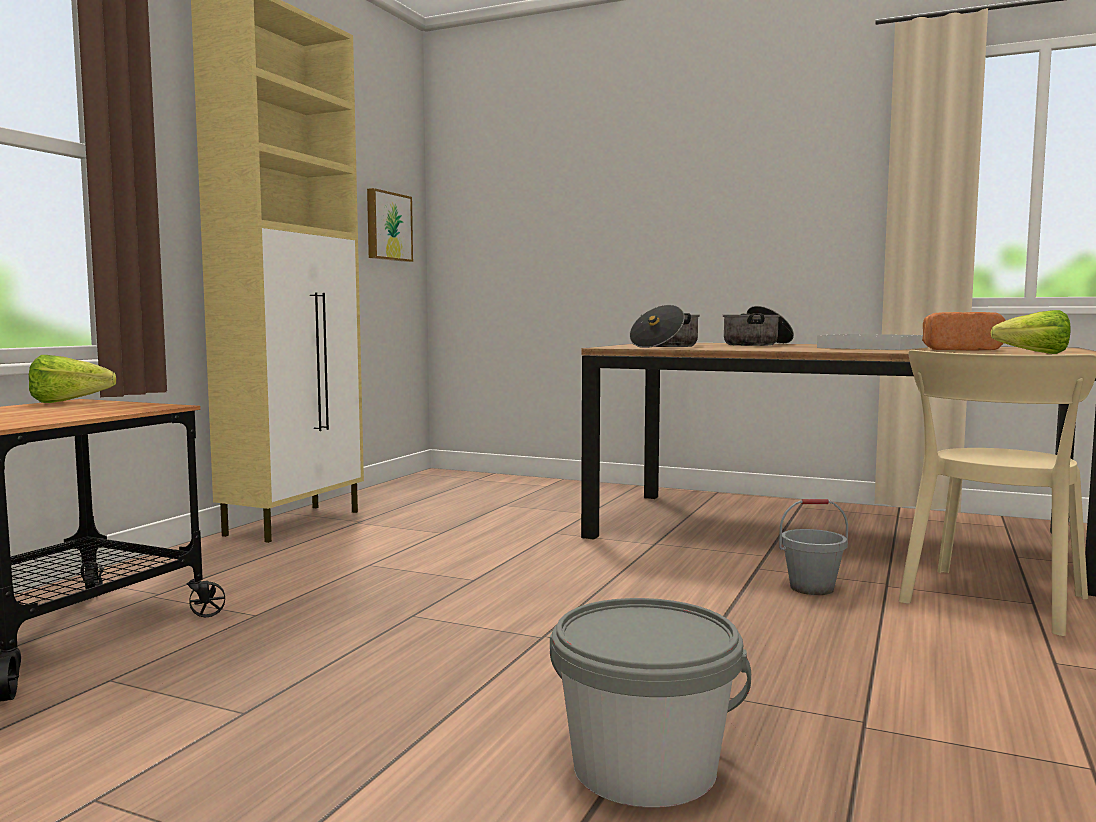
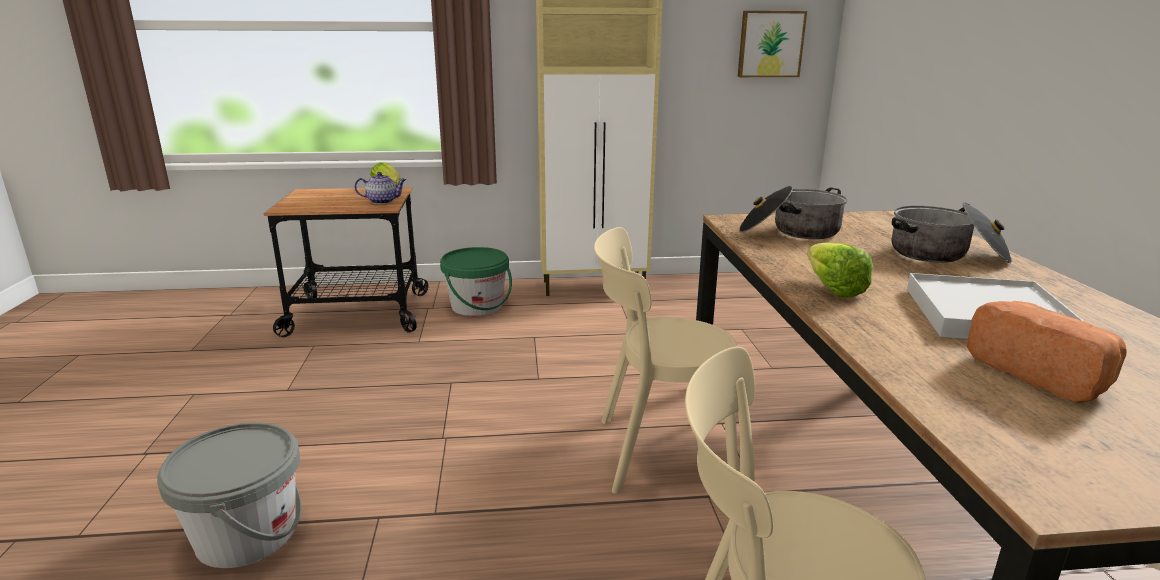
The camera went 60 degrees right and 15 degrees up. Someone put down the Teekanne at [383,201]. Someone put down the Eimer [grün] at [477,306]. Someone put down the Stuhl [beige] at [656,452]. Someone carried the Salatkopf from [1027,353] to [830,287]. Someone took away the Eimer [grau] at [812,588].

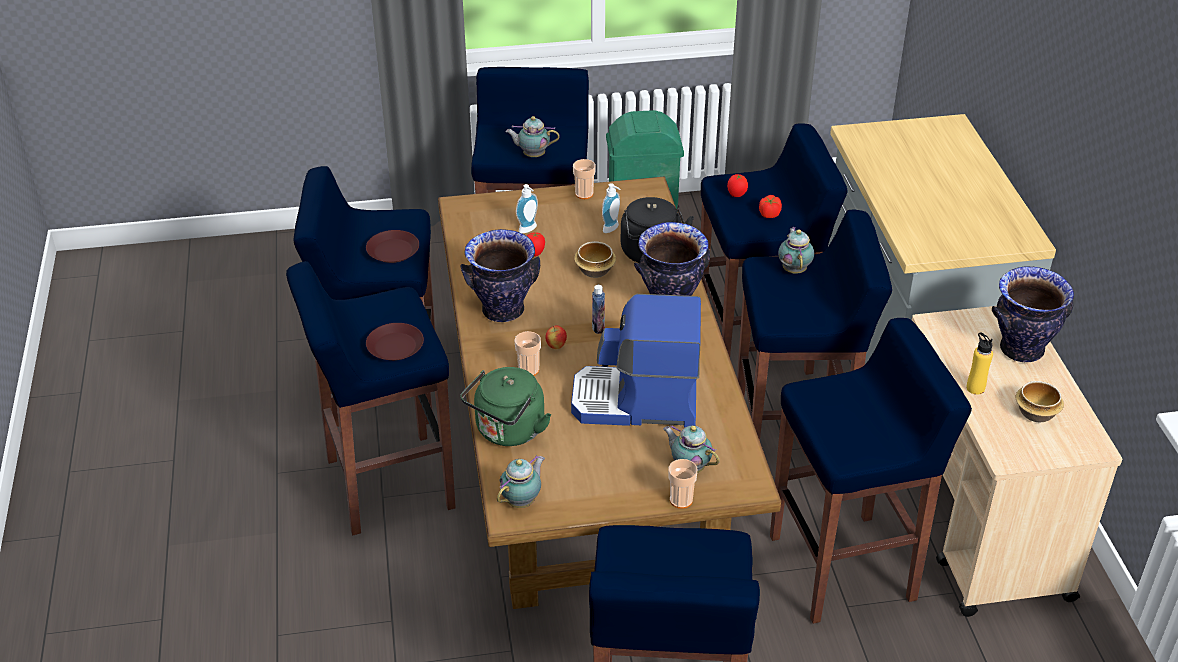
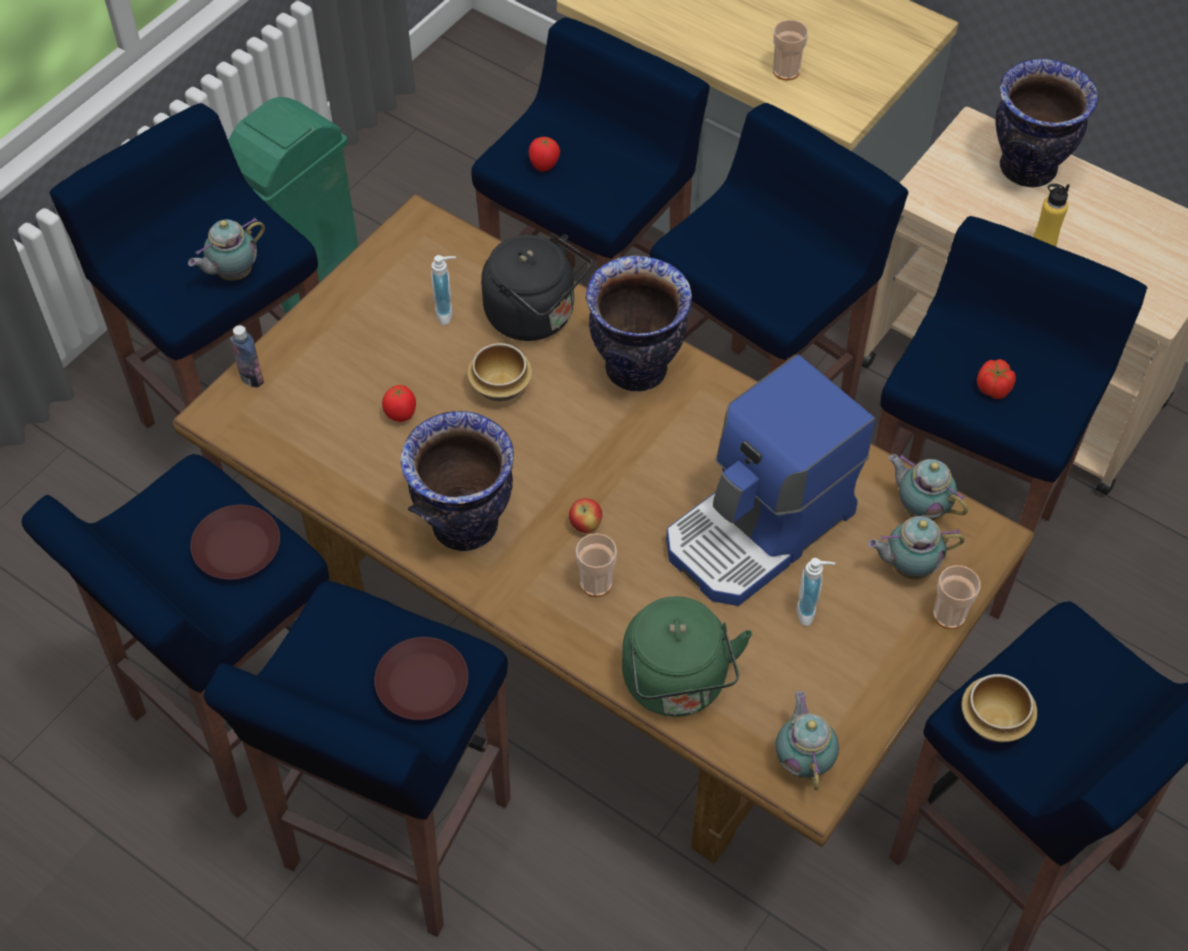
The camera went 45 degrees left and 15 degrees up. Someone carried the Flasche from [598,327] to [251,378]. Someone carried the Tasse from [584,194] to [786,71]. Someone carried the Seifenspender from [529,230] to [810,610]. Someone carried the Teekanne from [794,269] to [920,508]. Someone carried the Schüssel from [1035,414] to [993,722]. Someone carried the Tomate from [769,214] to [993,388].

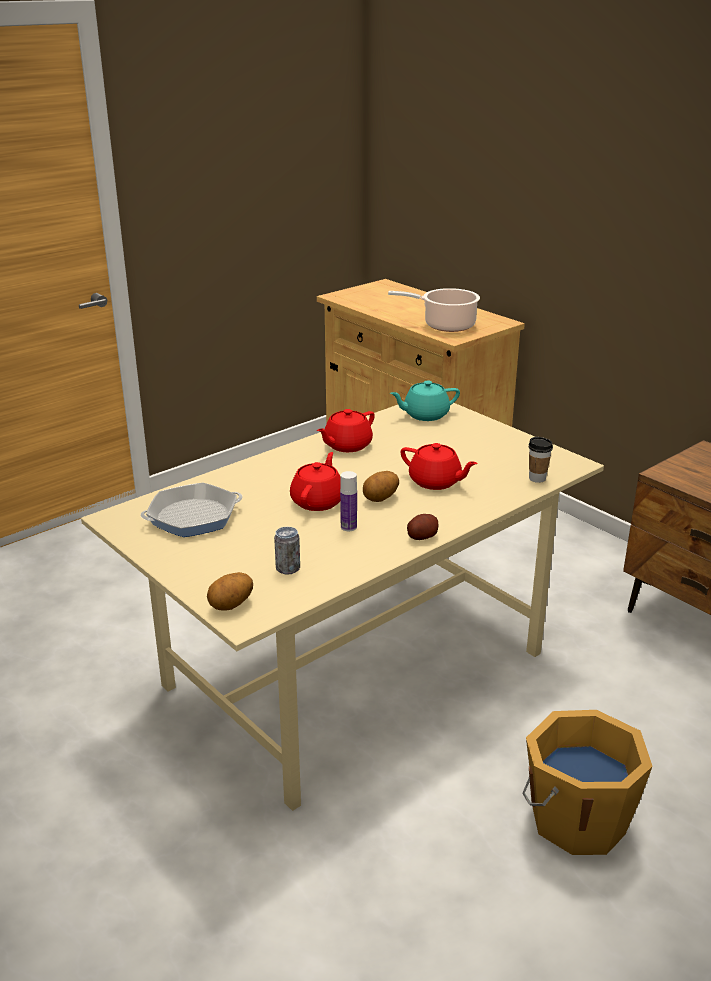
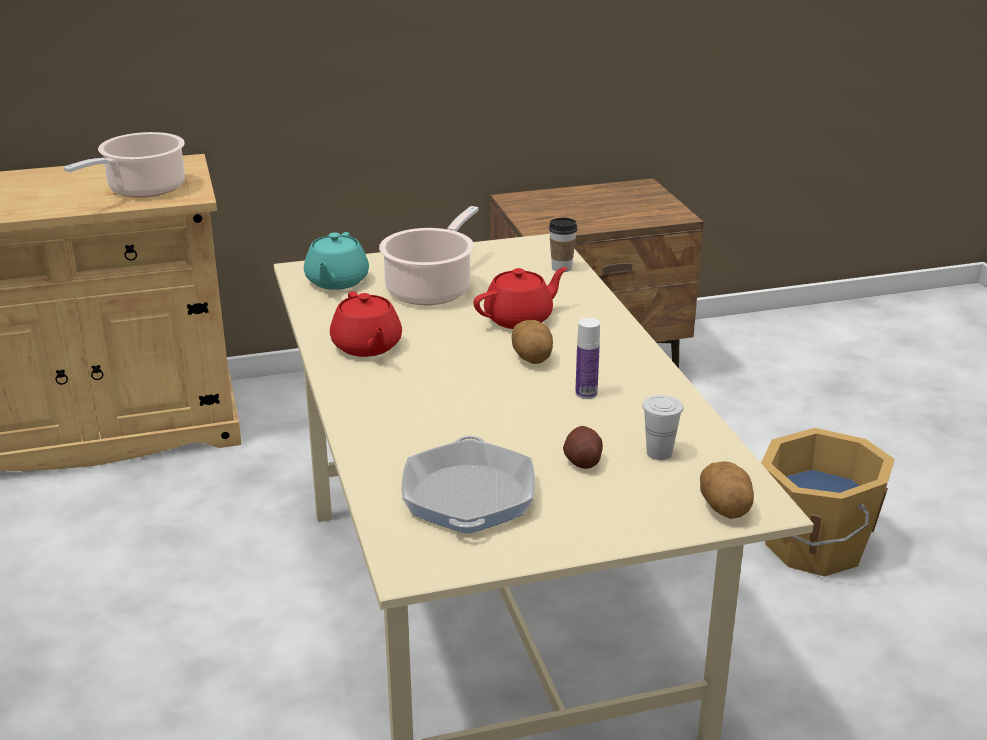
The camera went 65 degrees left and 0 degrees up. Someone put down the Kochtopf at [431,289]. Someone carried the Kartoffel from [422,536] to [582,461]. Someone swapped the Dose at [288,568] for the Tasse [weiß] at [659,453]. Someone took away the Teekanne [rot] at [318,501].

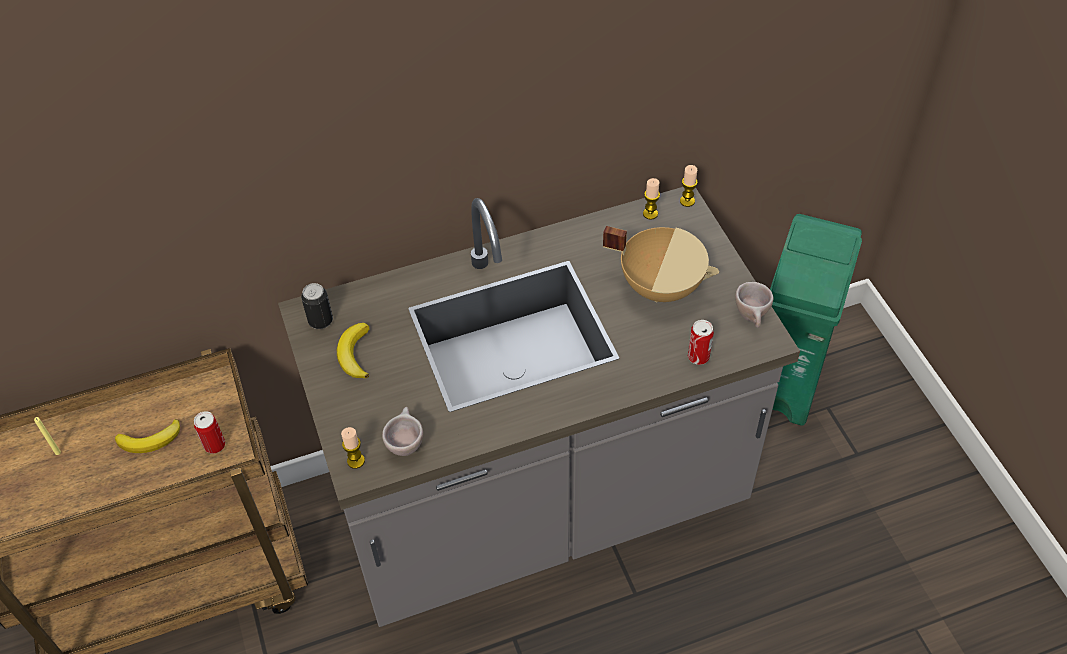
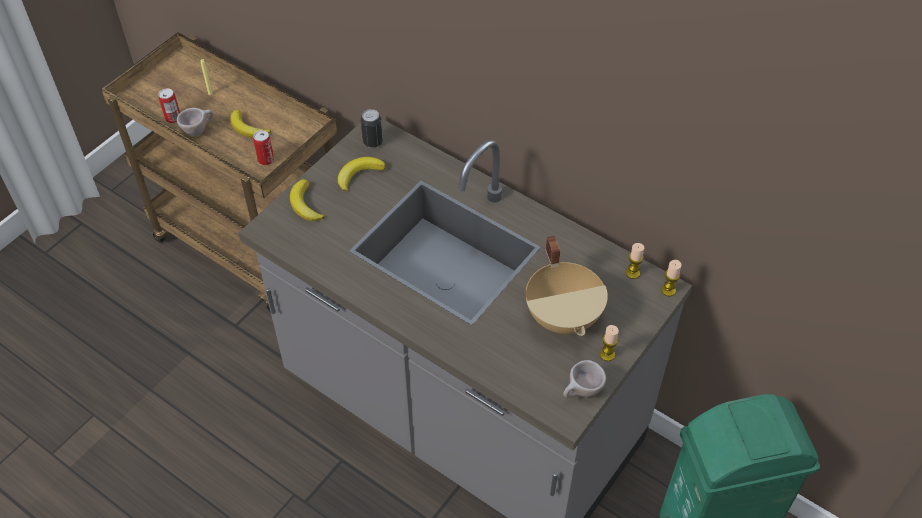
The camera went 55 degrees right and 0 degrees up. Someone carried the Dose from [698,356] to [173,118]. Someone carried the Tasse [beige] from [405,443] to [198,130]. Someone put down the Banane at [305,205]. Someone carried the Kerze from [356,461] to [607,354].

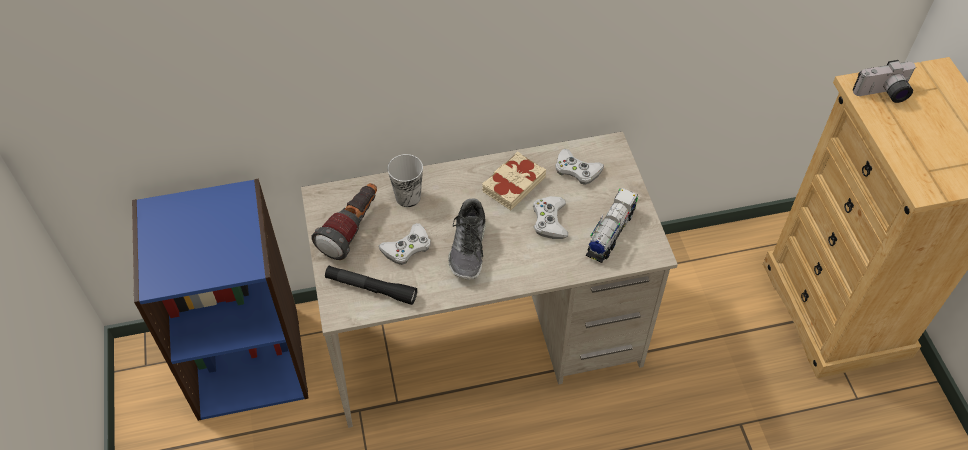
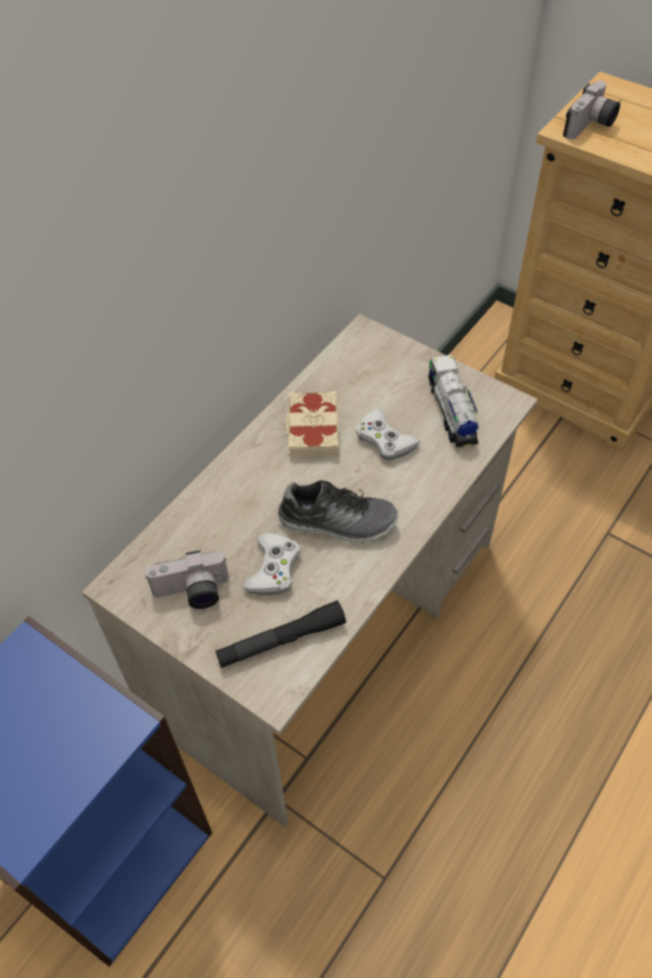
The camera went 40 degrees left and 0 degrees up. Someone swapped the Taschenlampe at [352,229] for the Kamera at [192,594]. Someone rotated the Schuh at [469,248] by 45 degrees counterclockwise. Someone took away the Tasse at [408,197]. Someone took away the Gamepad [weiß] at [577,170].

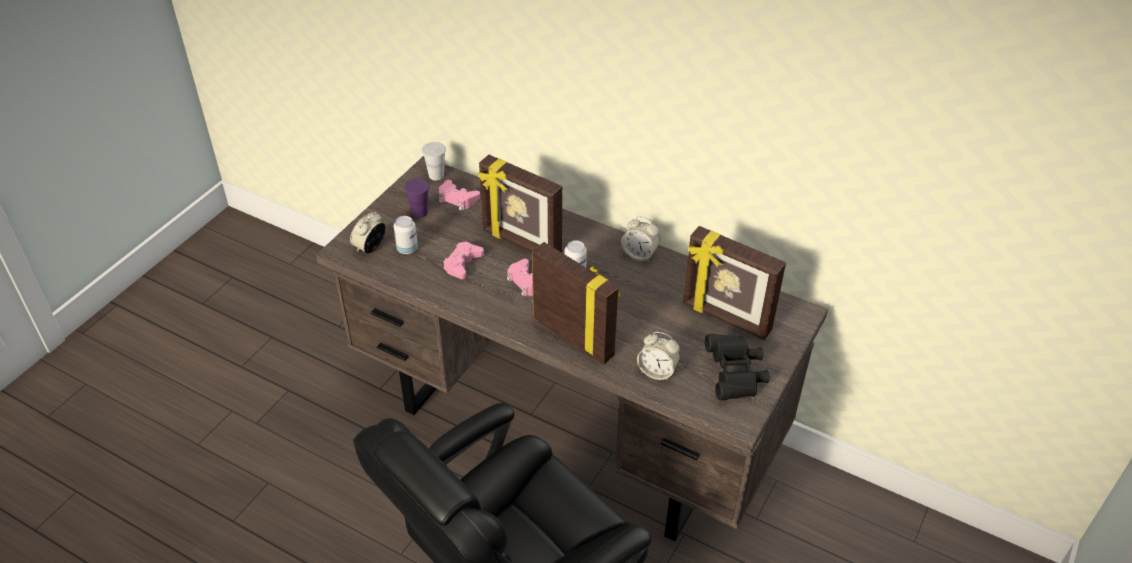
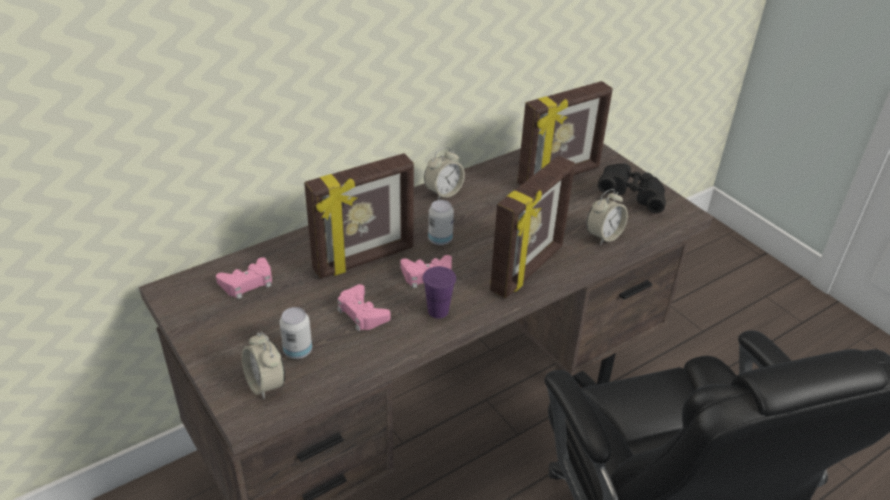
The camera went 65 degrees left and 5 degrees down. Someone carried the Tasse [lila] from [419,212] to [438,311]. Someone rotated the Bilderrahmen at [574,336] by 150 degrees clockwise. Someone took away the Tasse [weiß] at [436,175].

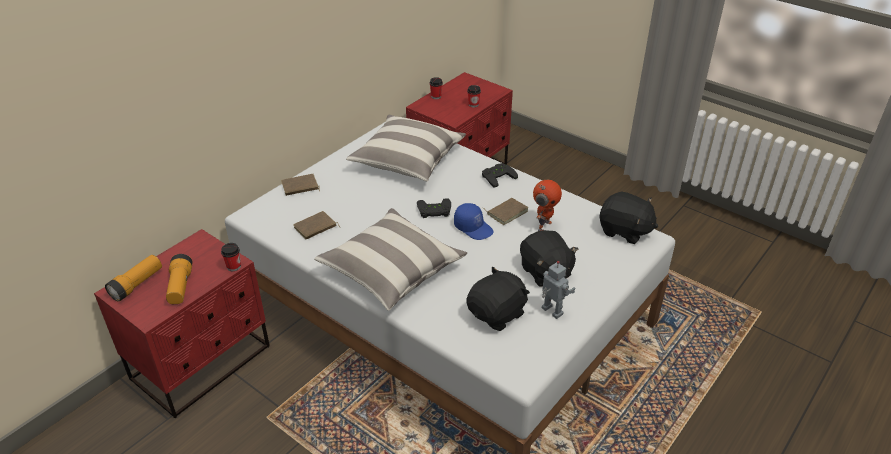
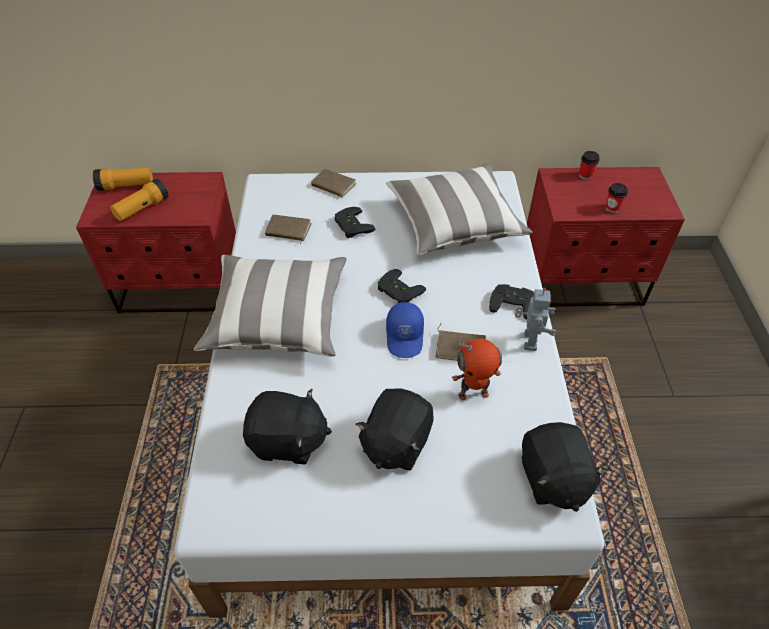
The camera went 50 degrees right and 10 degrees up. Someone put down the Gamepad [schwarz] at [351,226]. Someone carried the Spielzeugroboter from [551,311] to [528,341]. Someone took away the Tasse at [234,266].

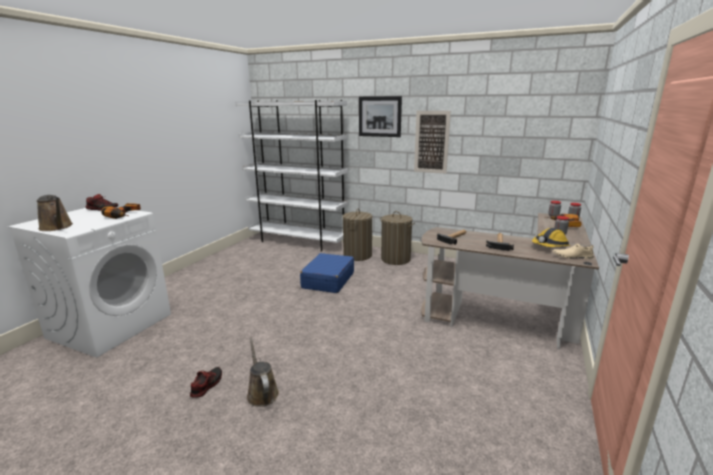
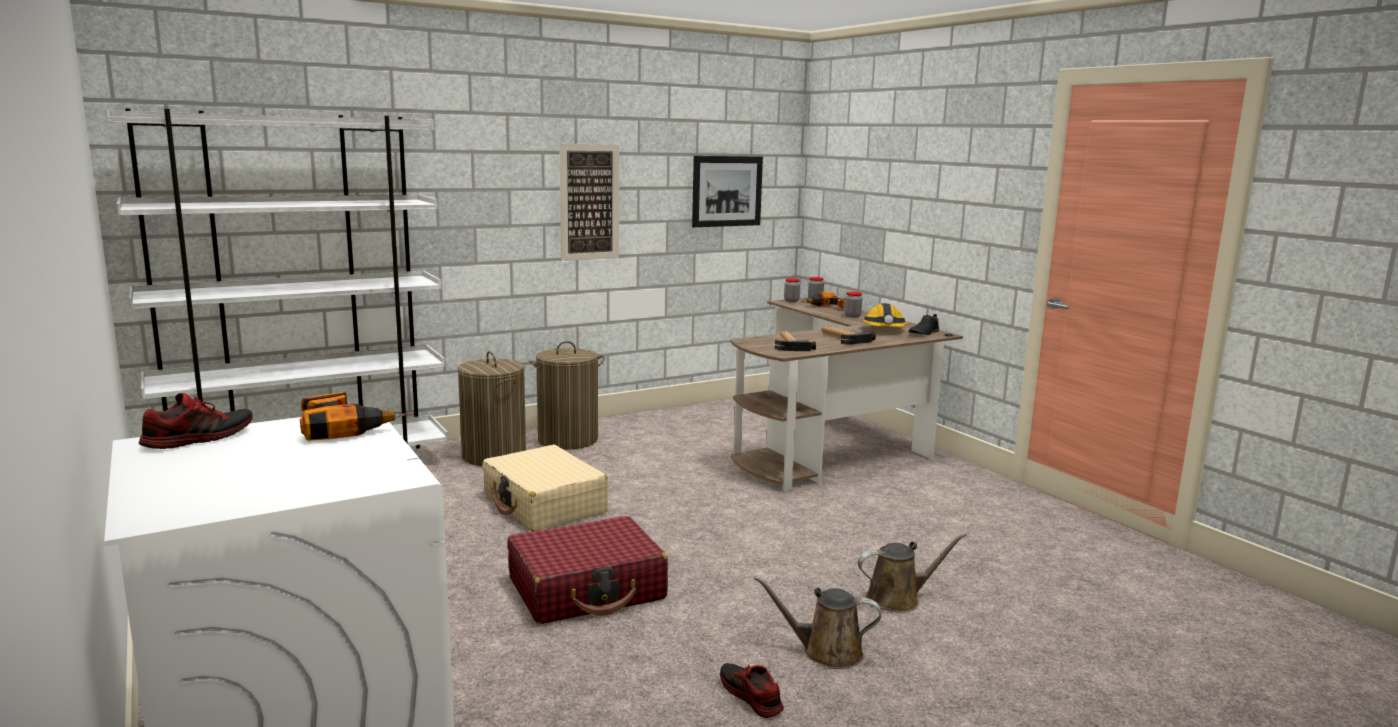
The camera went 55 degrees left and 5 degrees down. Someone repainted the Koffer [blau] at [328,280], which became the Koffer [beige] at [544,504]. Someone put down the Koffer [rot] at [587,589]. Someone carried the Bild from [379,116] to [727,191]. Someone carried the Gießkanne [braun] from [57,227] to [898,599]. Someone repainted the Schuh [beige] at [572,256], which became the Schuh [schwarz] at [923,333].

